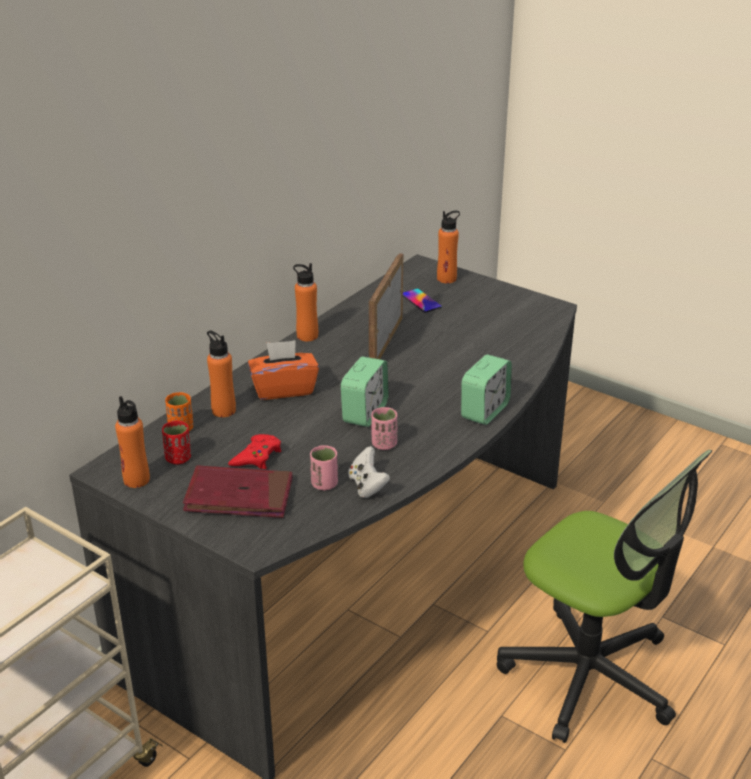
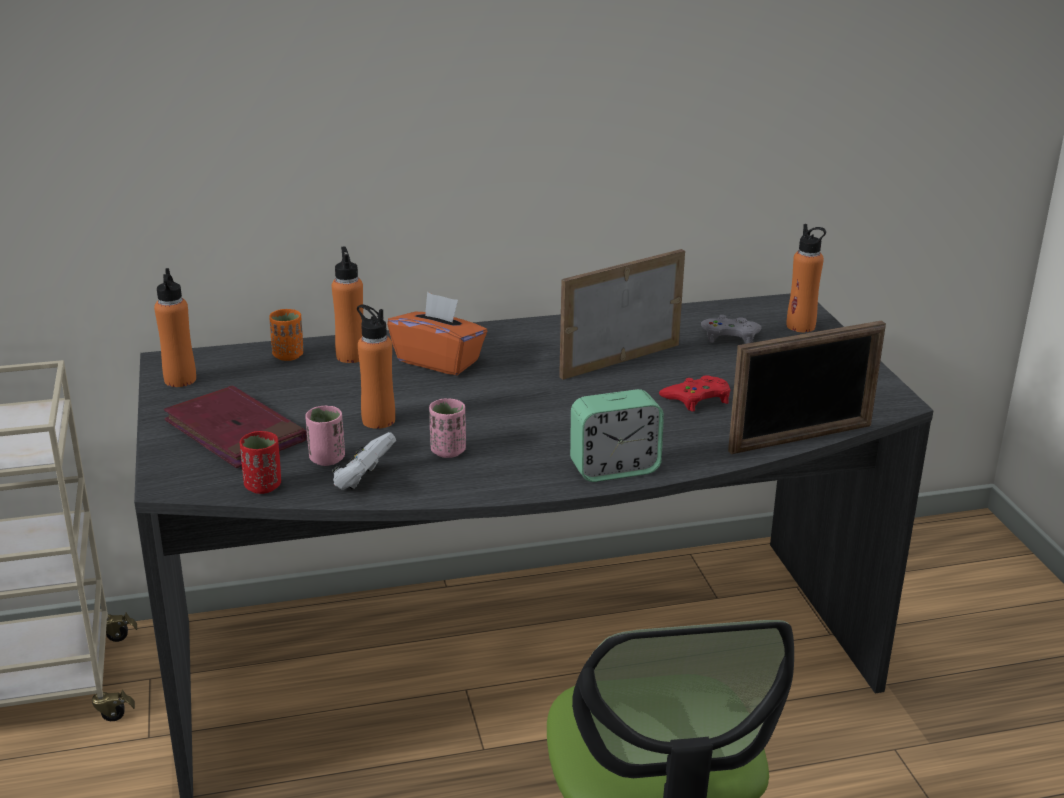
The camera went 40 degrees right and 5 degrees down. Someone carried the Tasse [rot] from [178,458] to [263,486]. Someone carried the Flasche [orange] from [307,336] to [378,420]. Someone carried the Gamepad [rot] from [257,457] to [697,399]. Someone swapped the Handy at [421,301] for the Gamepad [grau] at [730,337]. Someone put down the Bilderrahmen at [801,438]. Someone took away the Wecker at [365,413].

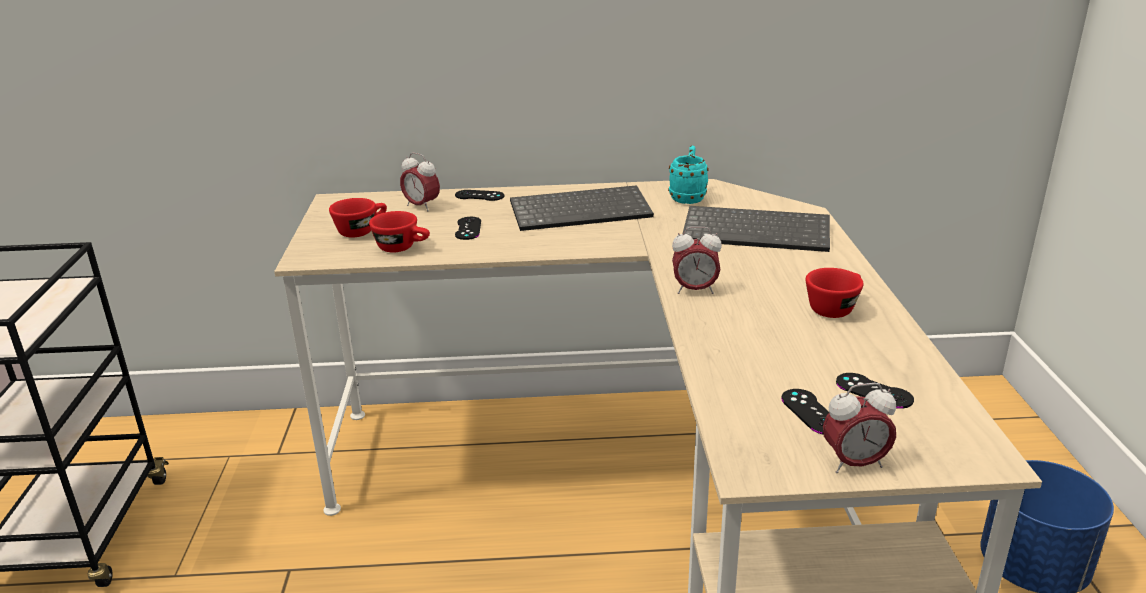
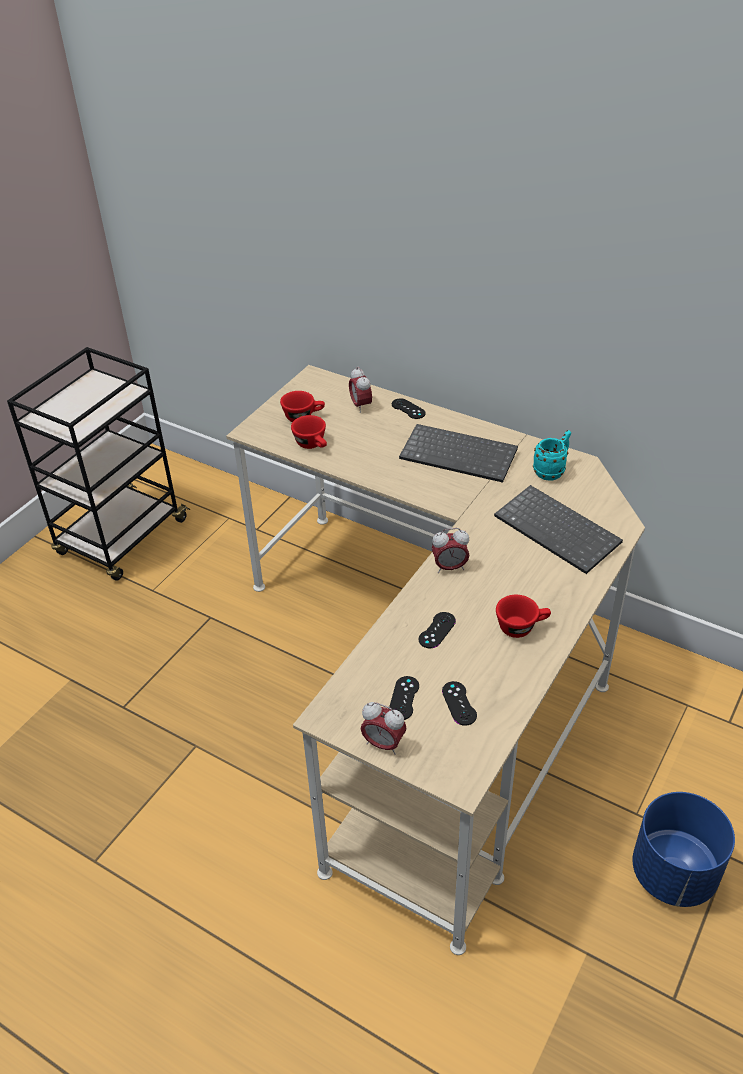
The camera went 35 degrees right and 15 degrees up. Someone carried the Gamepad [schwarz] from [468,228] to [437,630]. Someone rotated the Wecker at [694,290] by 45 degrees counterclockwise.

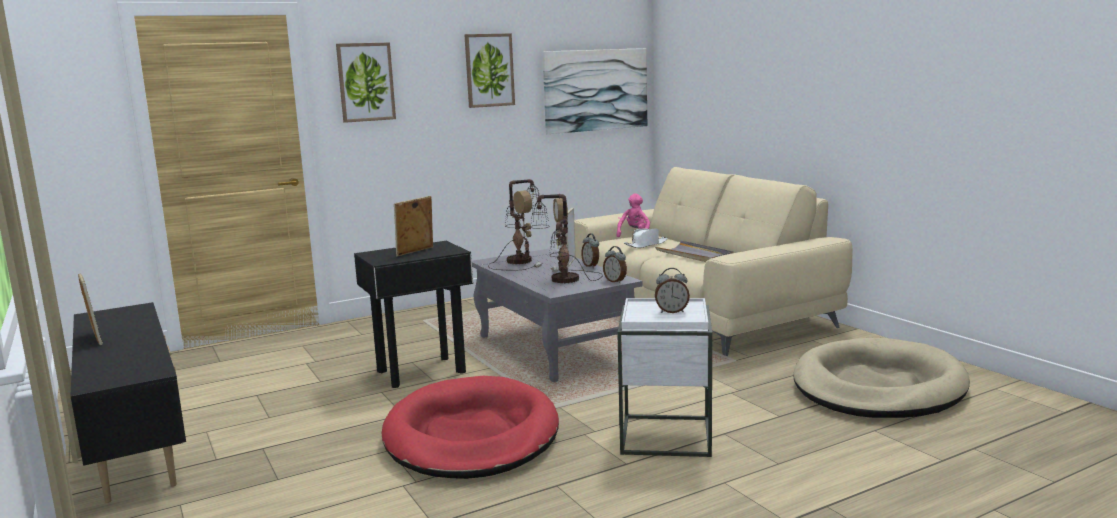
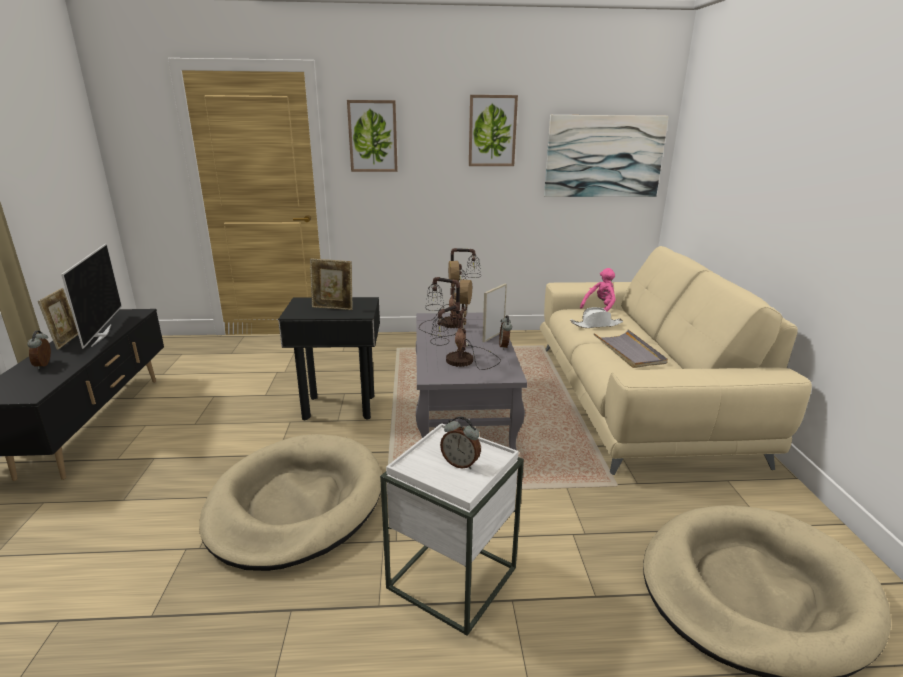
The camera went 25 degrees right and 10 degrees up. Someone carried the Wecker from [615,281] to [45,365]. Someone put down the Fernseher at [100,335]. Someone repainted the Hundebett [rot] at [472,435], which became the Hundebett [beige] at [296,503]. Someone rotated the Bilderrahmen at [415,252] by 150 degrees counterclockwise.

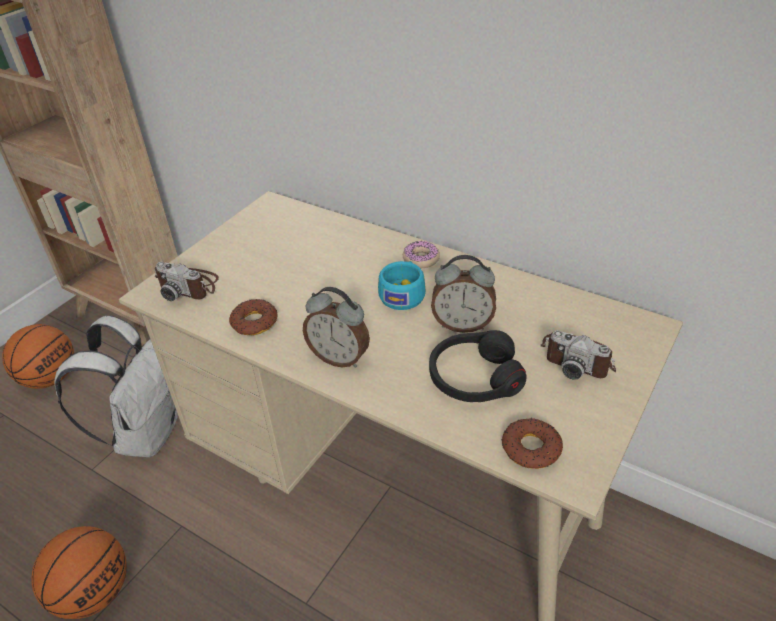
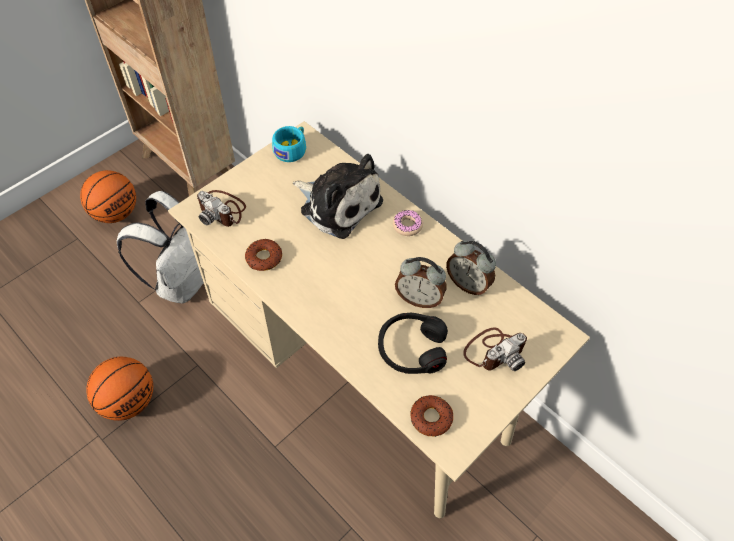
The camera went 10 degrees right and 15 degrees up. Someone carried the Tasse [türkis] from [403,294] to [292,149]. Someone put down the Plüschtier at [338,204]. Someone carried the Wecker from [340,357] to [468,283]. Someone rotated the Kamera at [578,358] by 75 degrees counterclockwise.

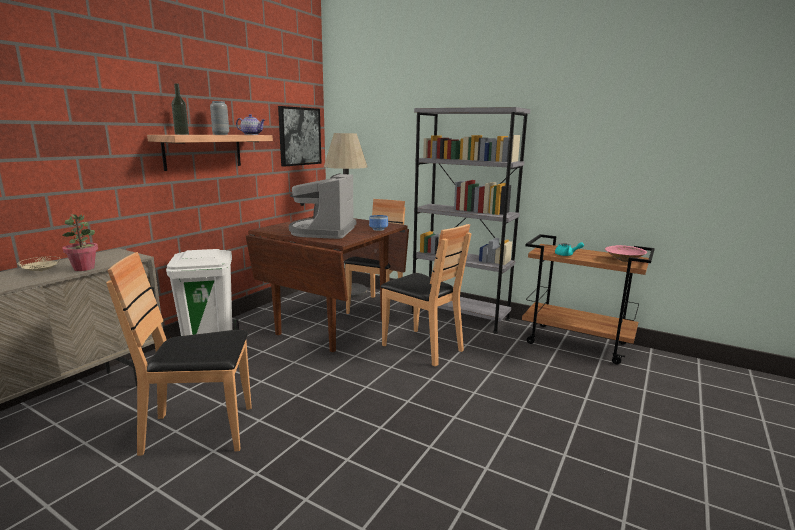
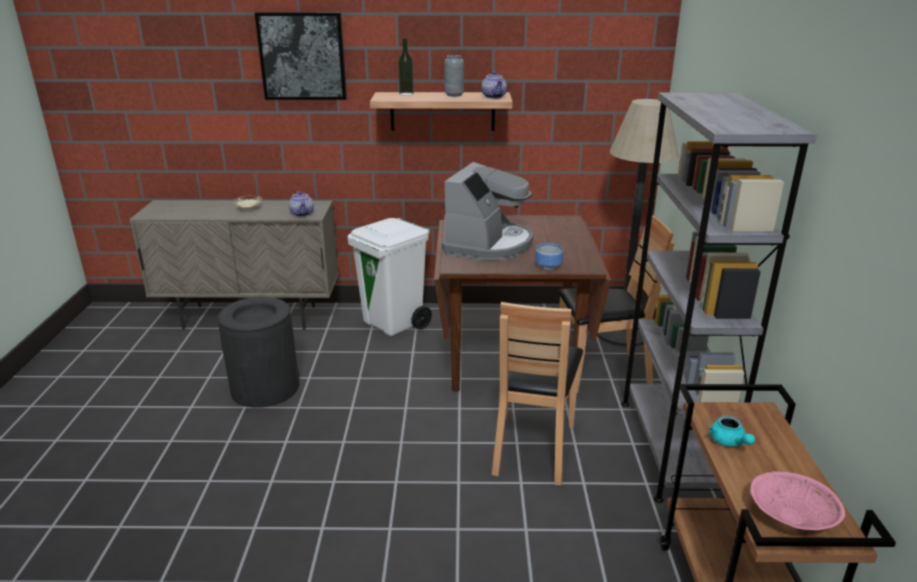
The camera went 60 degrees right and 10 degrees up. Someone swapped the Stuhl [braun] at [200,431] for the Mülleimer [schwarz] at [265,387]. Someone carried the Bild from [299,136] to [302,56]. Someone put down the Teekanne at [302,214]. Someone rotated the Kaffeemaschine at [323,232] by 135 degrees clockwise. Someone took away the Topfpflanze at [84,268].

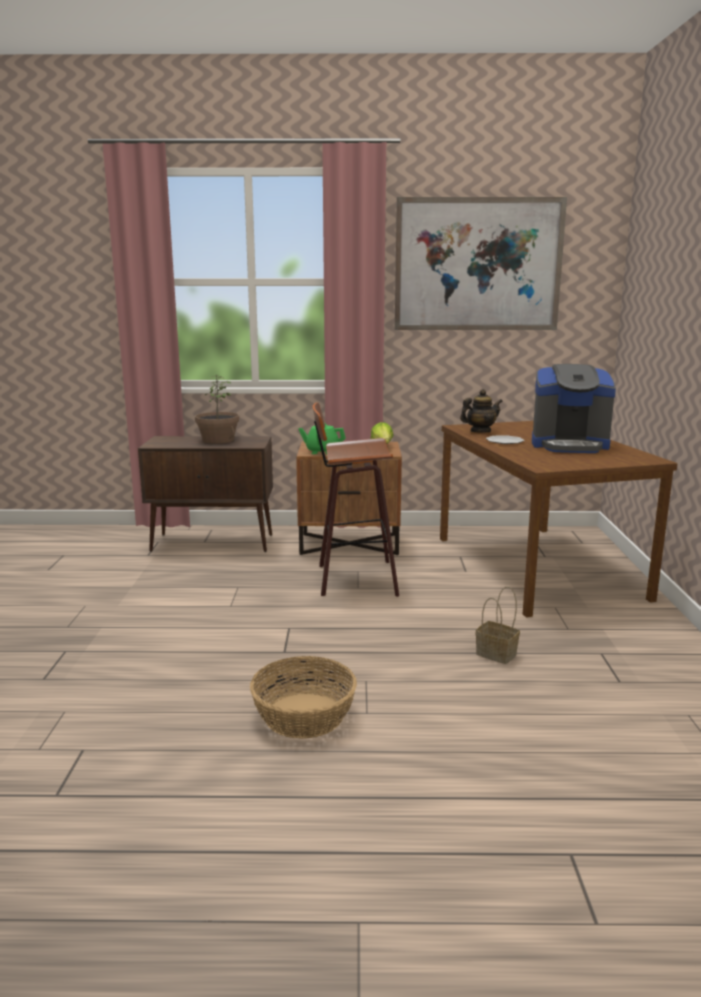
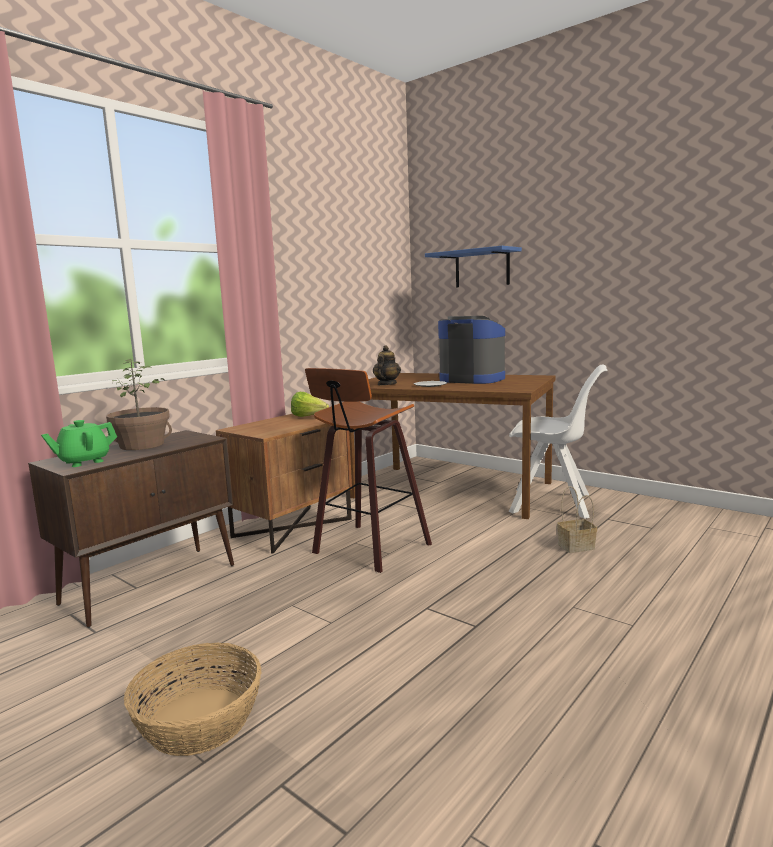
The camera went 50 degrees left and 5 degrees down. Someone carried the Teekanne [grün] from [322,452] to [84,462]. Someone carried the Korb from [305,716] to [200,720]. Someone put up the Wandregal [blau] at [482,268]. Someone rotated the Kaffeemaschine at [569,445] by 105 degrees counterclockwise. Someone put down the Stuhl [weiß] at [553,504]. Someone took away the Bild at [478,265].

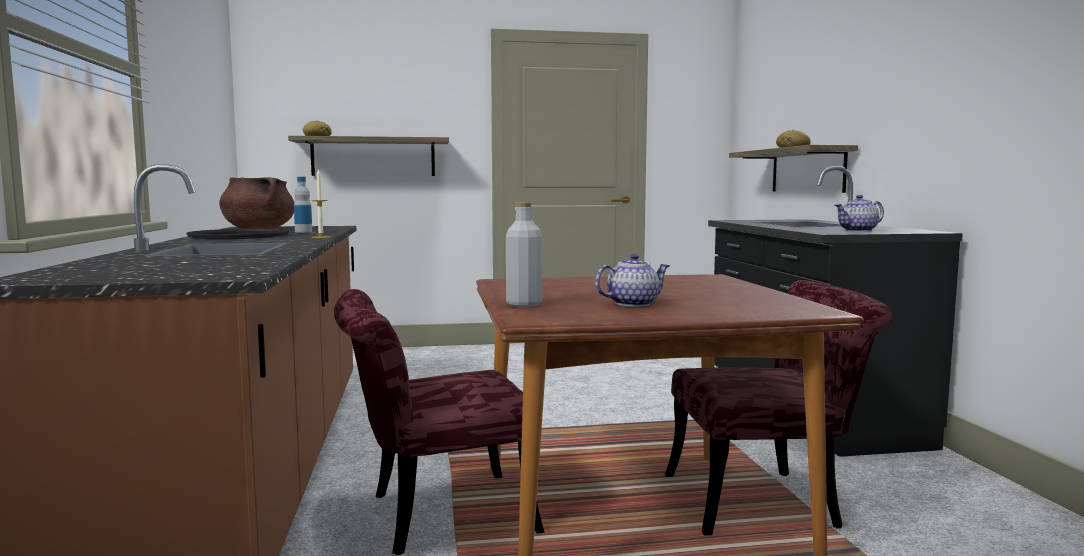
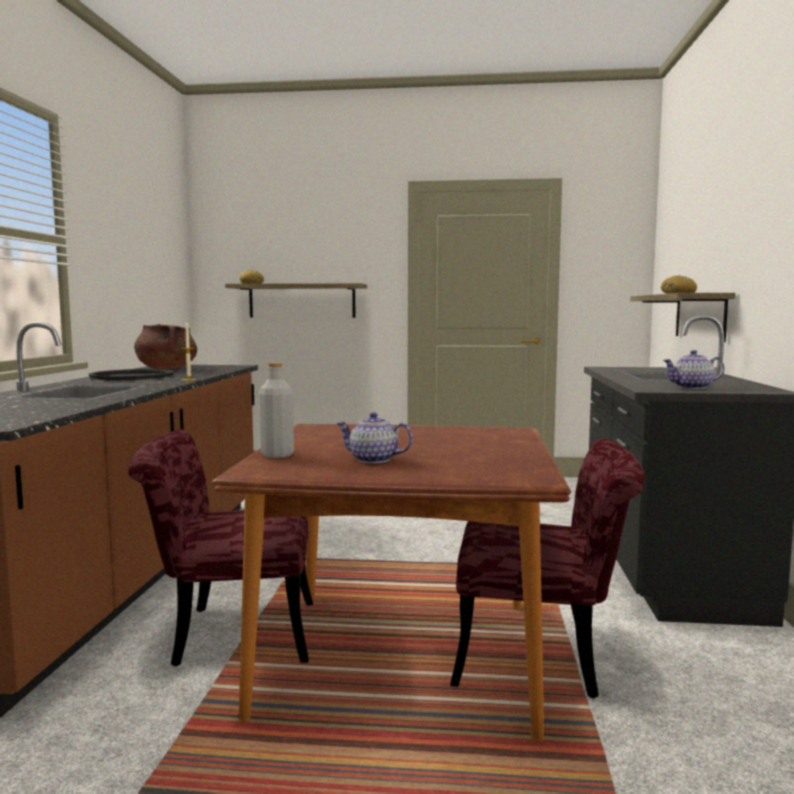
The camera went 15 degrees right and 0 degrees up. Someone rotated the Teekanne at [632,304] by 150 degrees counterclockwise. Someone took away the Flasche at [303,232].

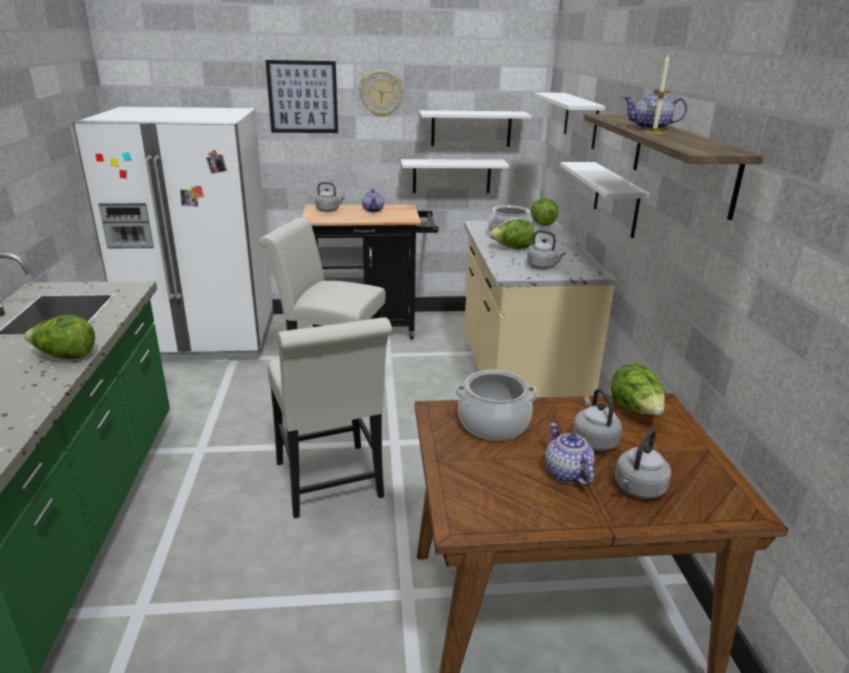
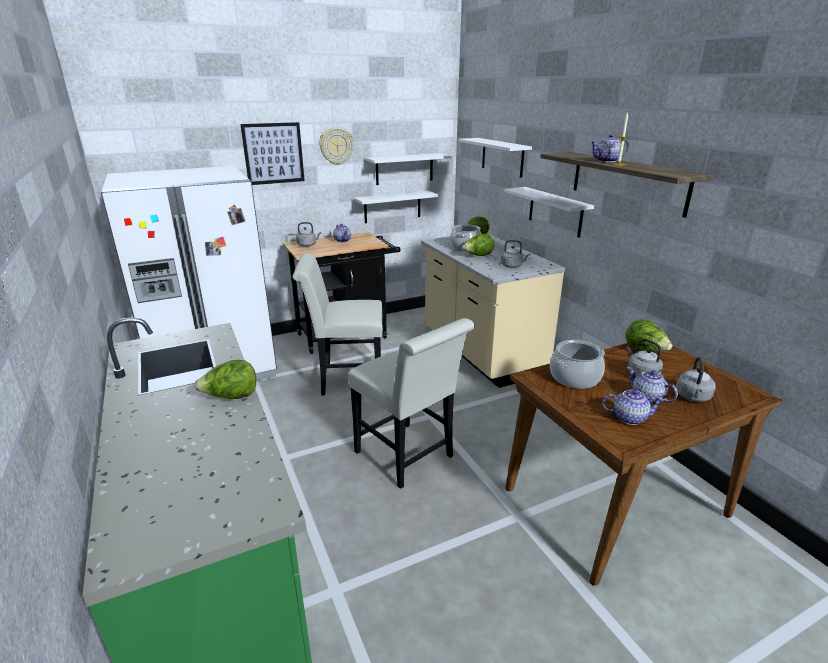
The camera went 20 degrees left and 0 degrees up. Someone put down the Teekanne at [628,418].

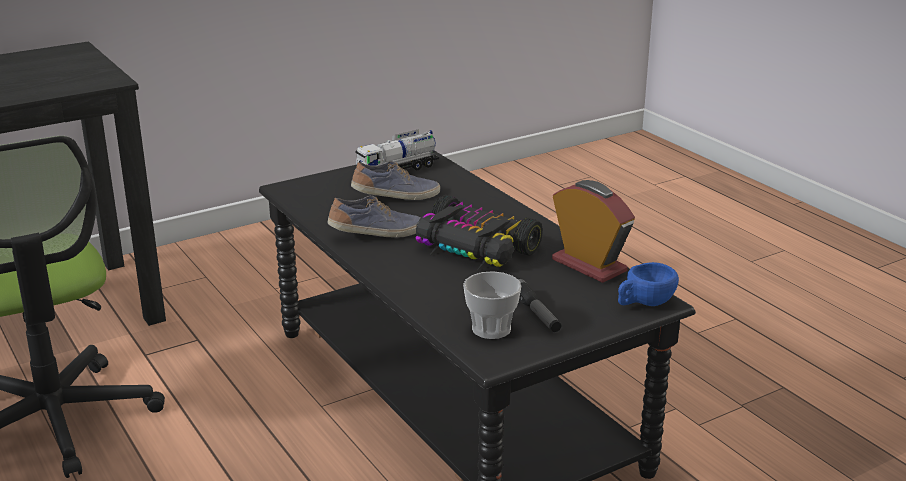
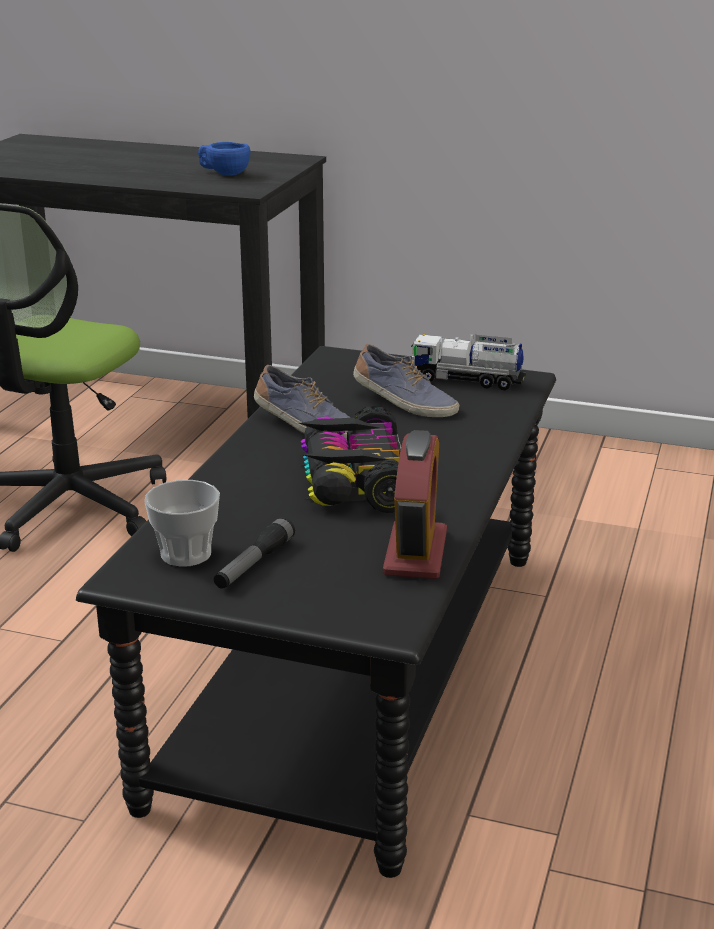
The camera went 50 degrees right and 0 degrees up. Someone carried the Tasse [blau] from [644,303] to [224,174].

